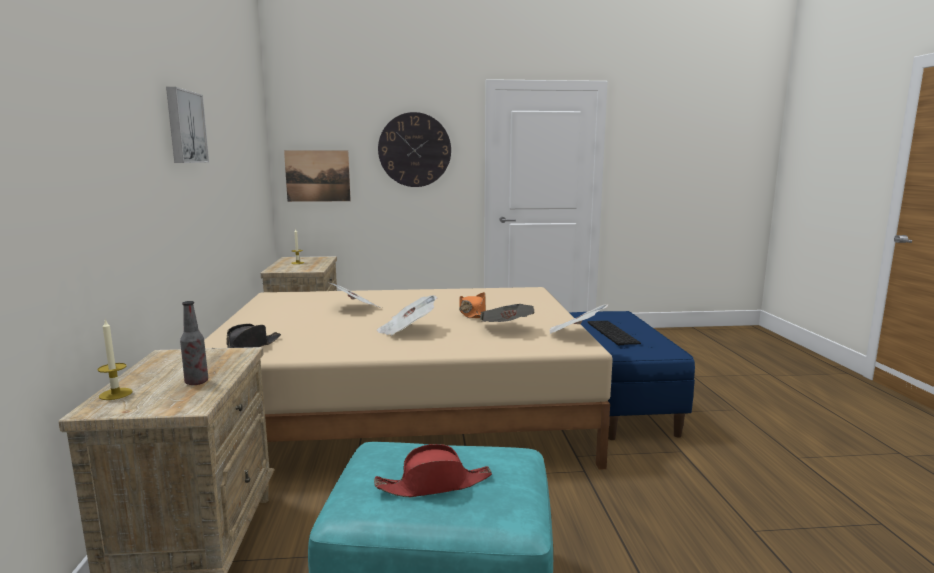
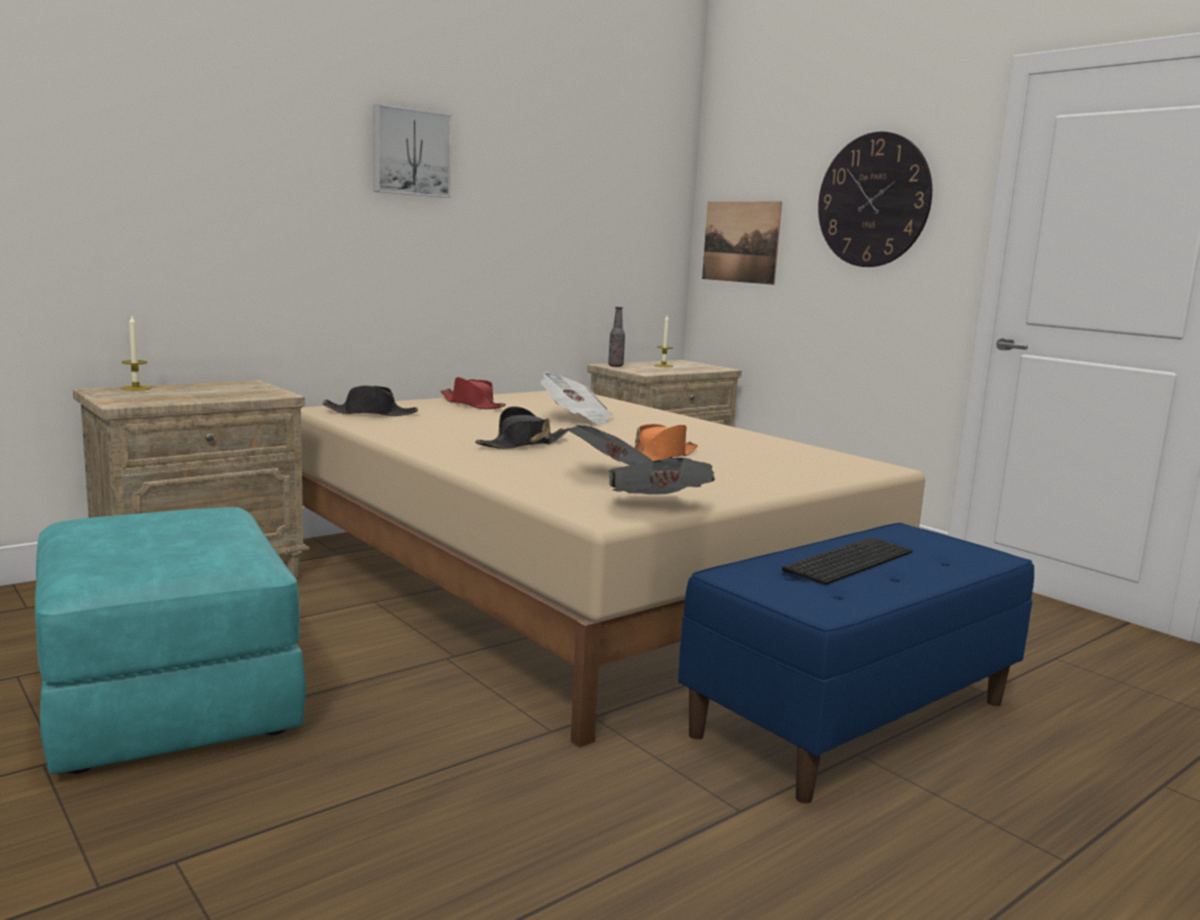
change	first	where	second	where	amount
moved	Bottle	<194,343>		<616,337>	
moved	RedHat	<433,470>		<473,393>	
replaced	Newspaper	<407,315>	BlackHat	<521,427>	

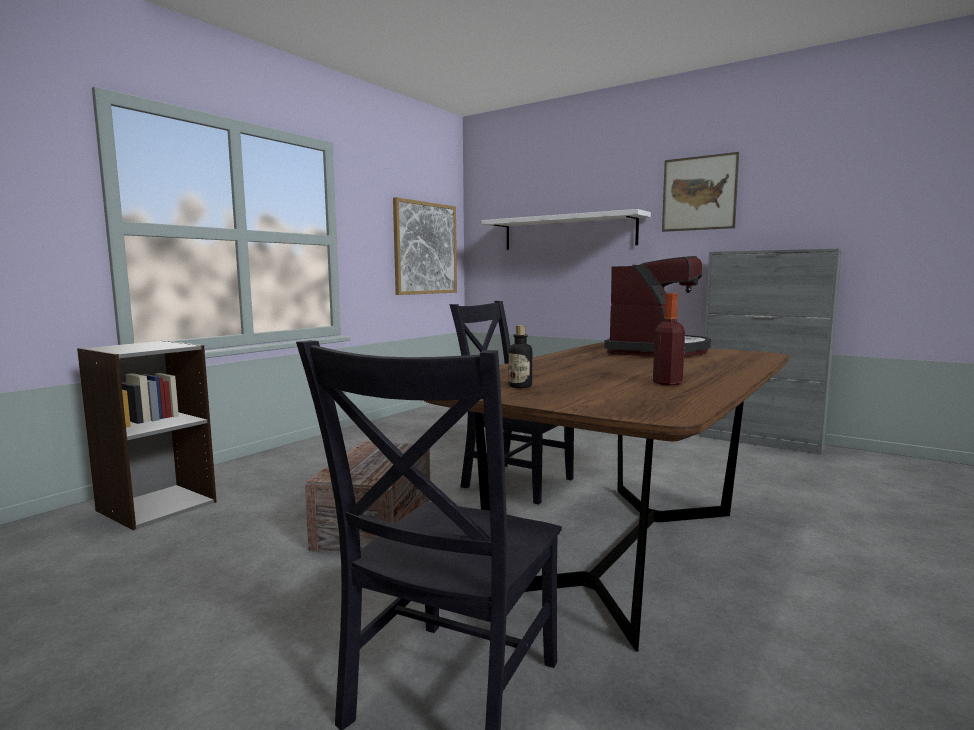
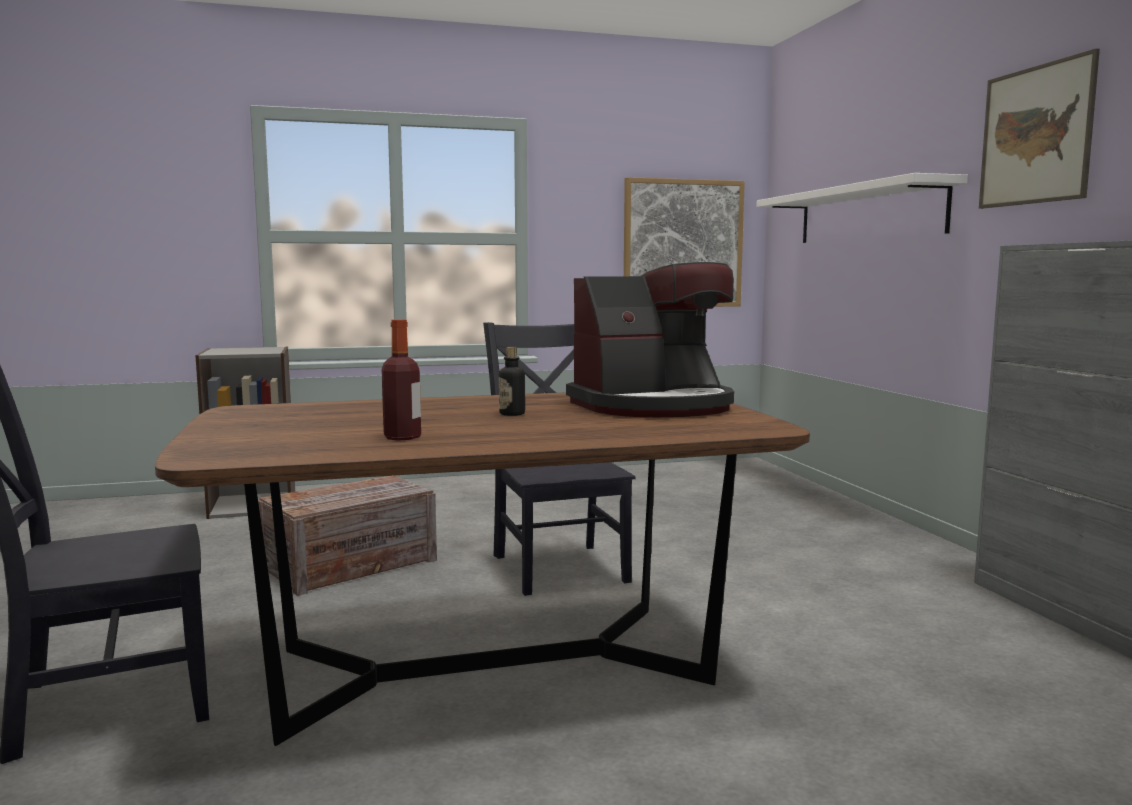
change	first	where	second	where	amount
moved	Bottle	<520,356>		<512,381>	

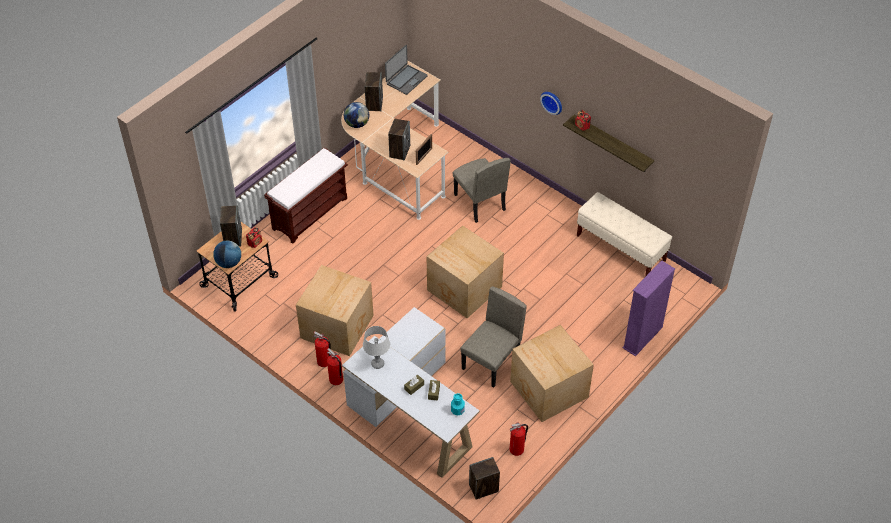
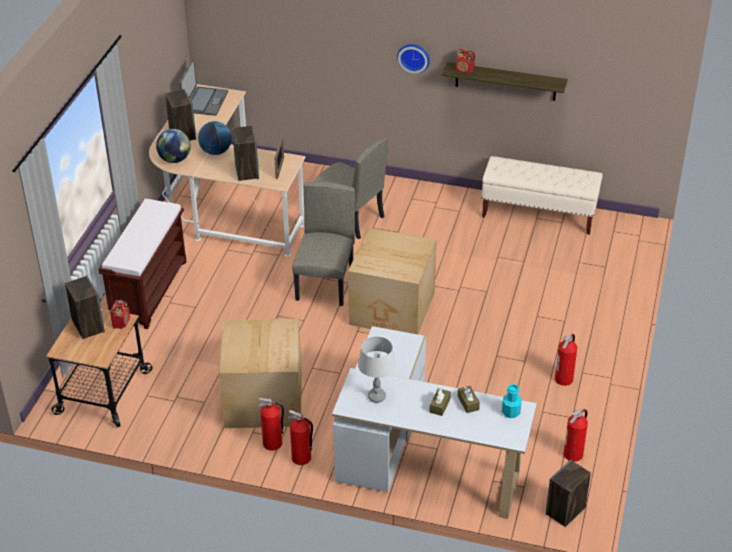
change	first	where	second	where	amount
removed	PurpleBookcase	<648,308>			
moved	Globe	<227,254>		<215,138>	
moved	BeigeChair	<493,337>		<323,244>	
replaced	CardboardBox	<552,373>	FireExtinguisher	<566,360>	

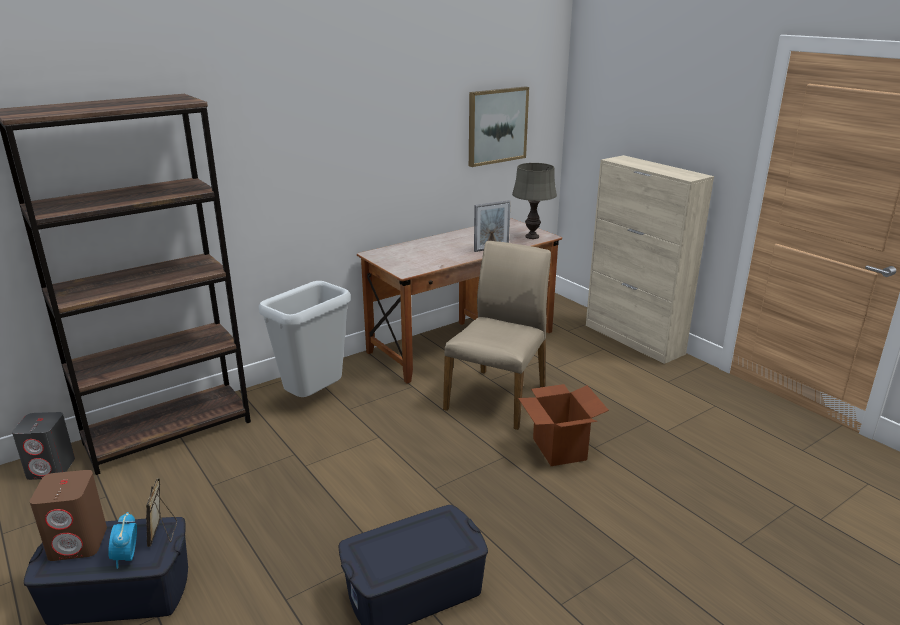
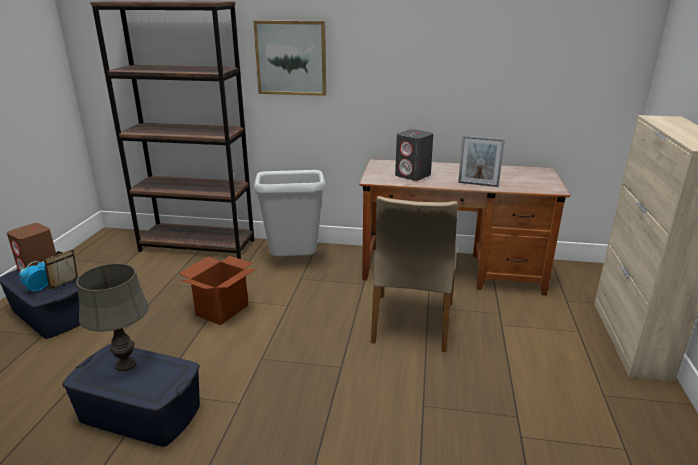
change	first	where	second	where	amount
moved	GreySpeaker	<43,446>		<414,155>	
moved	Picture	<499,126>		<290,58>	
moved	GreyTableLamp	<534,201>		<112,317>	
moved	CardboardBox	<563,425>		<217,290>	
turned	BeigeChair	<497,335>		<414,274>	120 degrees clockwise

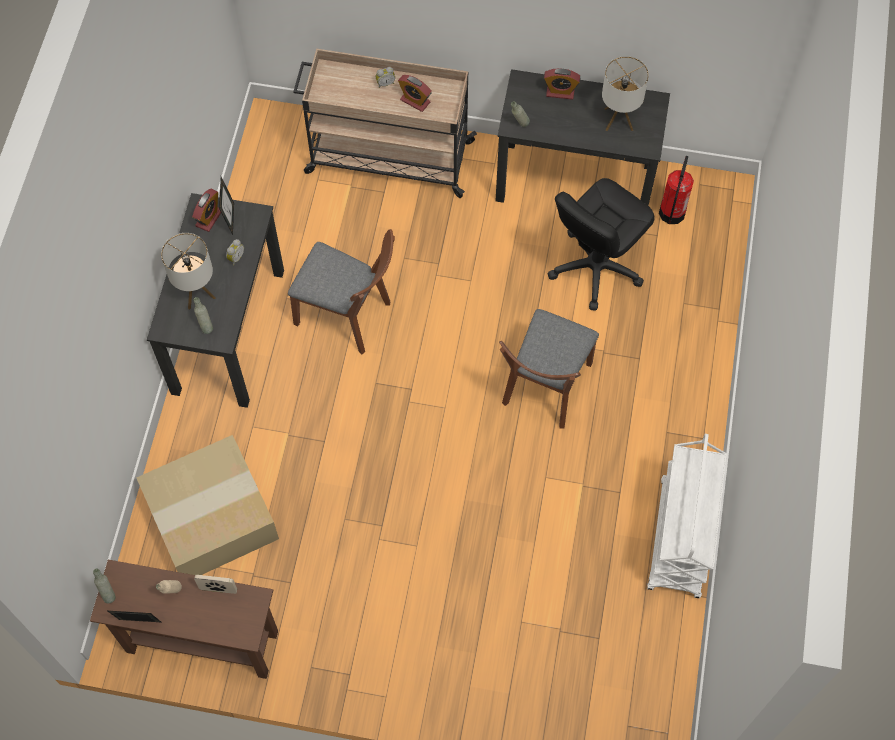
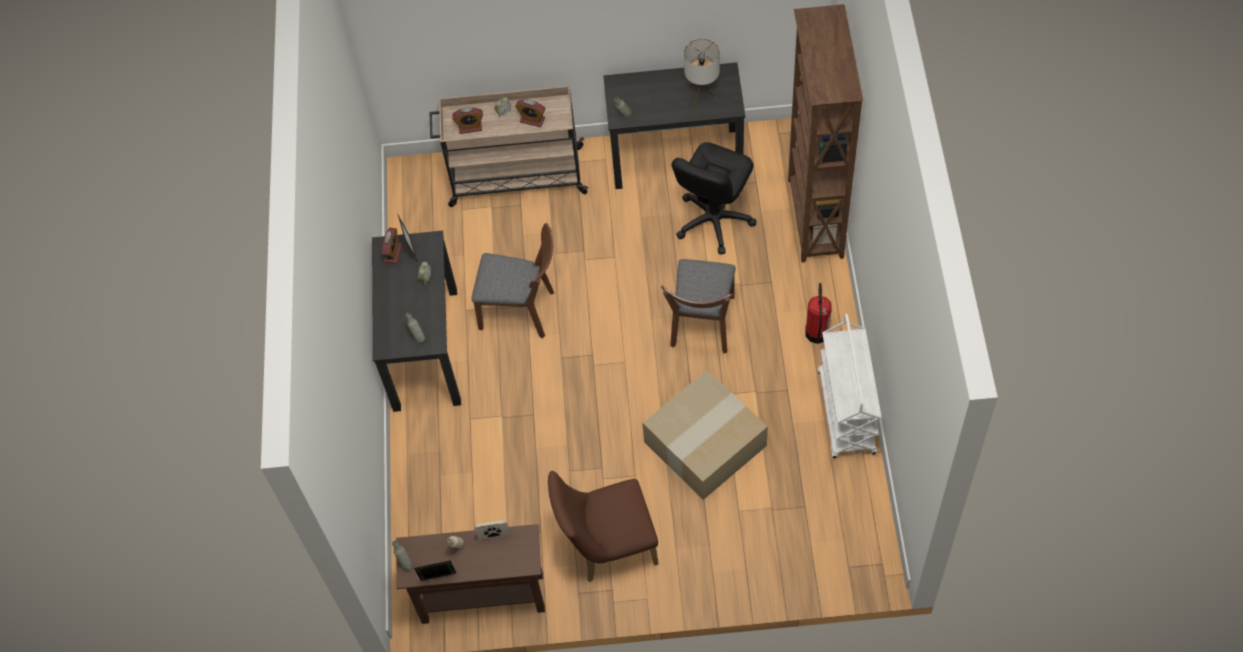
change	first	where	second	where	amount
removed	TableLamp	<188,271>			
added			BrownChair	<603,526>	
added			BrownBookcase	<825,133>	
moved	CardboardBox	<207,505>		<705,435>	
moved	AlarmClock	<562,84>		<467,120>	
moved	FireExtinguisher	<676,190>		<818,313>	

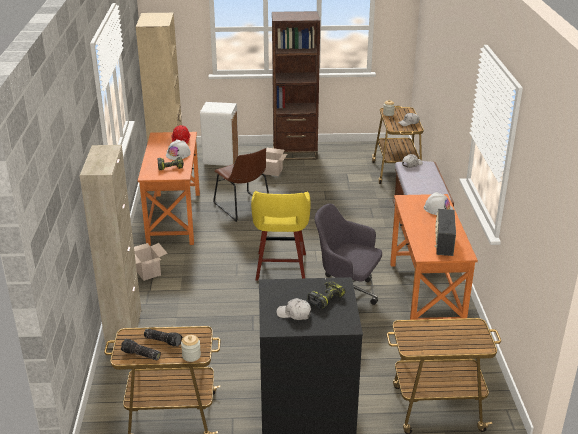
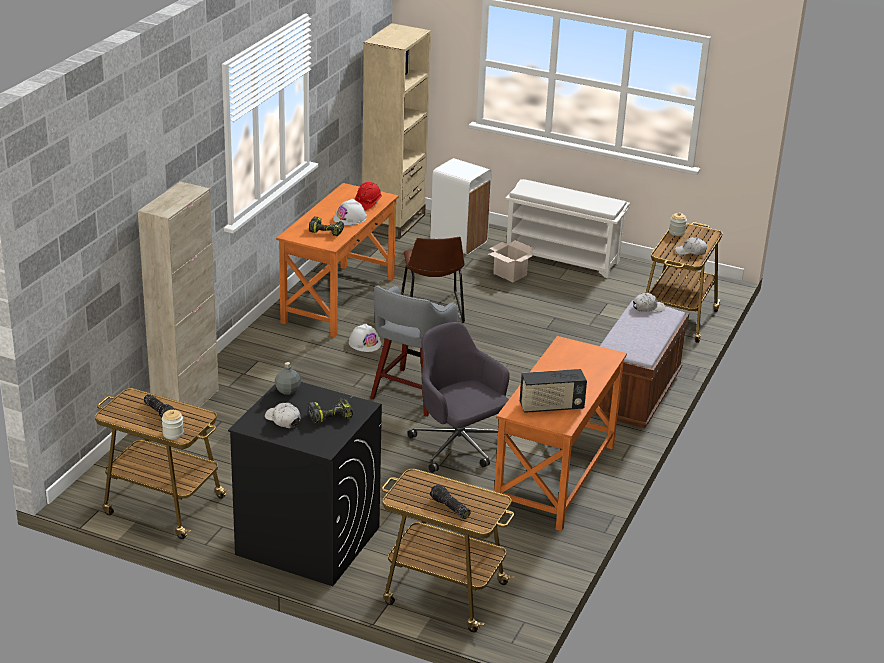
change	first	where	second	where	amount
removed	CardboardBox	<151,262>			
added			GreyBottle	<288,378>	
moved	Flashlight	<141,349>		<450,501>	
moved	WhiteHardHat	<438,203>		<365,338>	
replaced	BrownBookcase	<296,85>	WhiteShoeRack	<567,228>	
recoloured	YellowStool	<281,236>	GreyStool	<414,351>	
turned	Radio	<445,232>		<553,391>	135 degrees counterclockwise

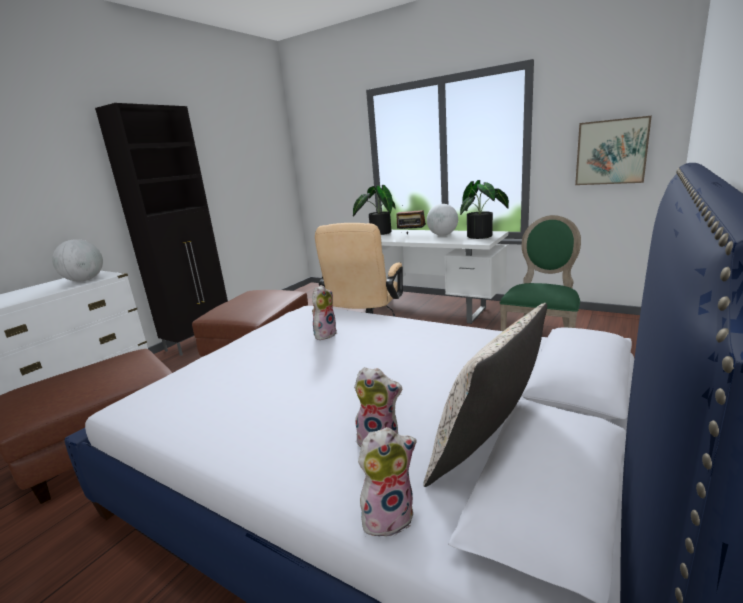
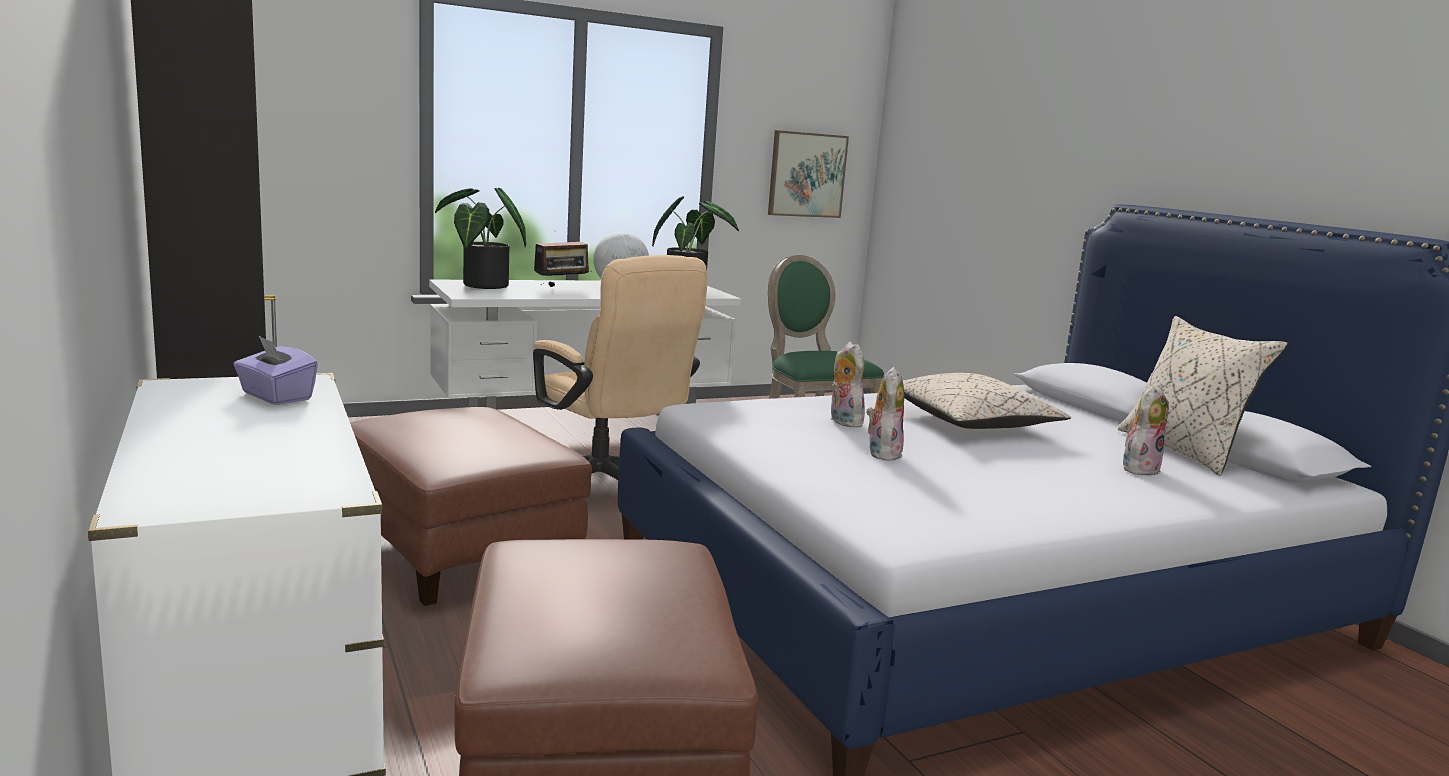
change	first	where	second	where	amount
added			BeigePillow	<987,401>	
moved	PlushToy	<387,481>		<885,414>	
replaced	Globe	<77,260>	PurpleTissueBox	<275,370>	

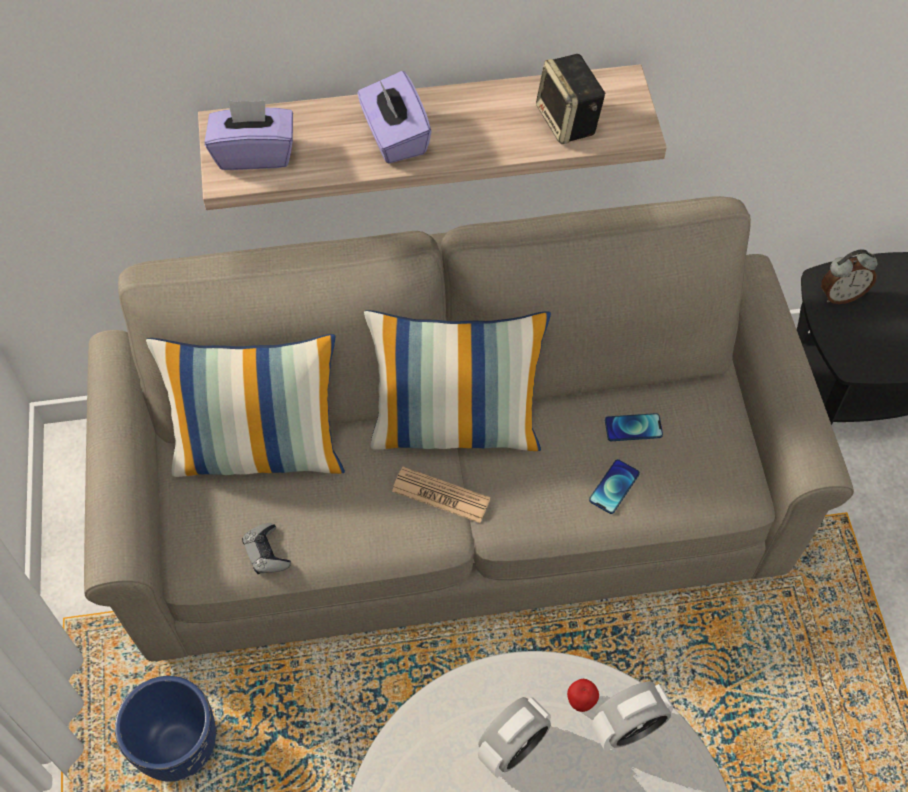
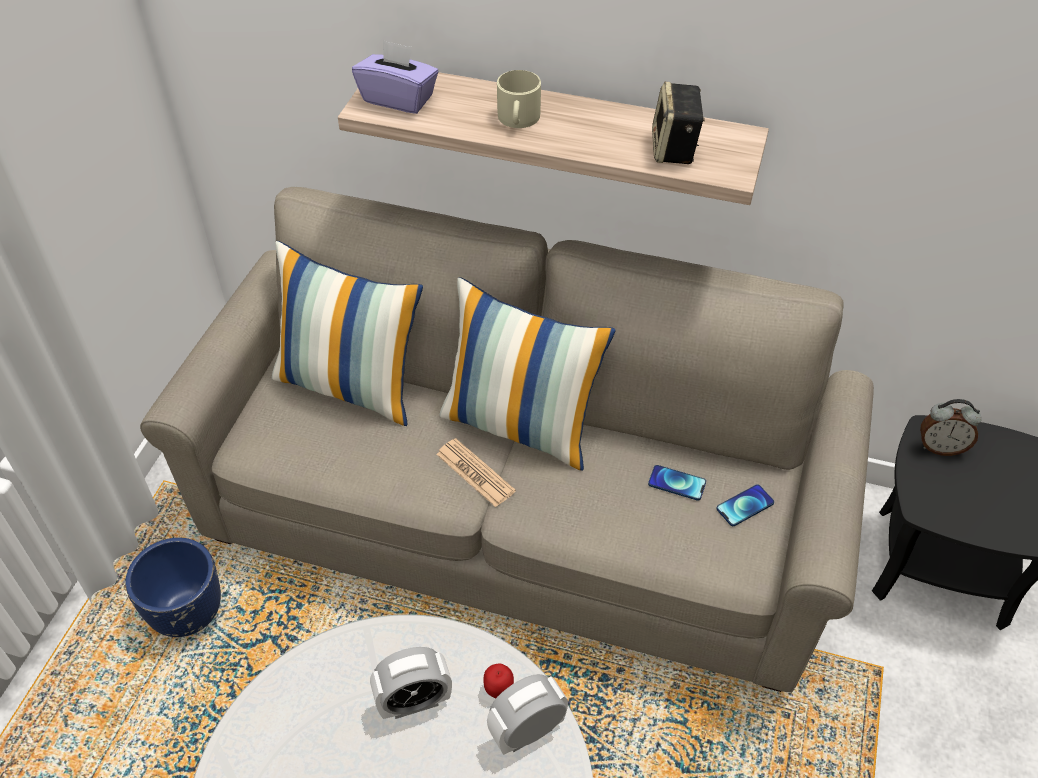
change	first	where	second	where	amount
removed	GreyGameController	<266,548>			
moved	Phone	<614,486>		<745,505>	
replaced	PurpleTissueBox	<394,117>	BeigeMug	<519,99>	
turned	AlarmClock	<632,716>		<527,714>	150 degrees clockwise

